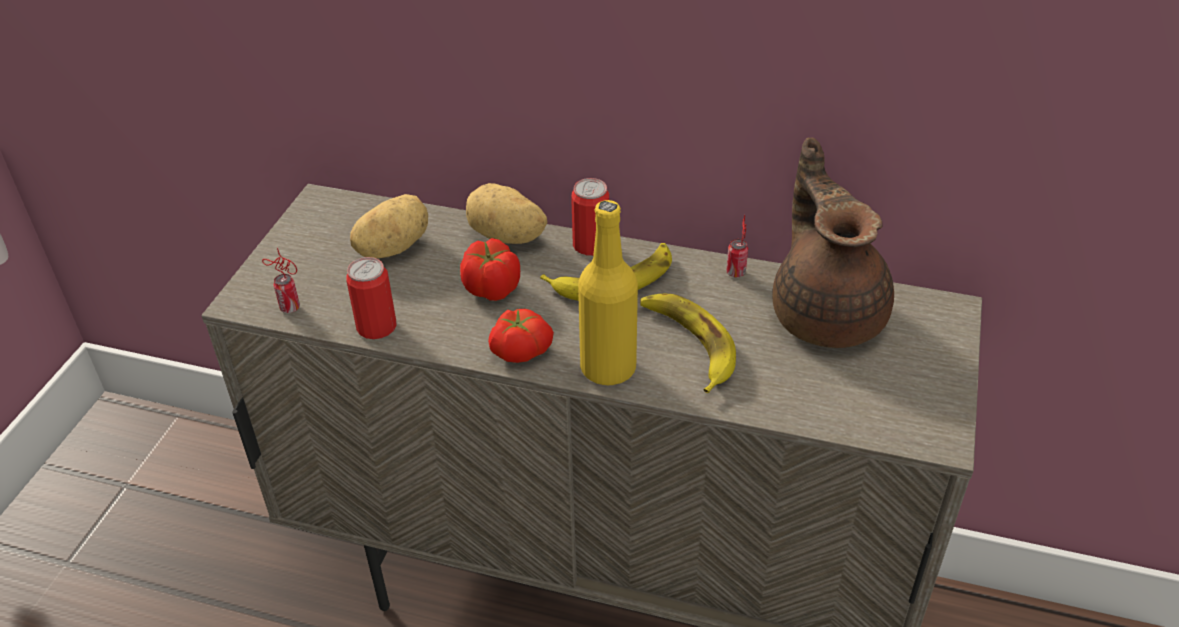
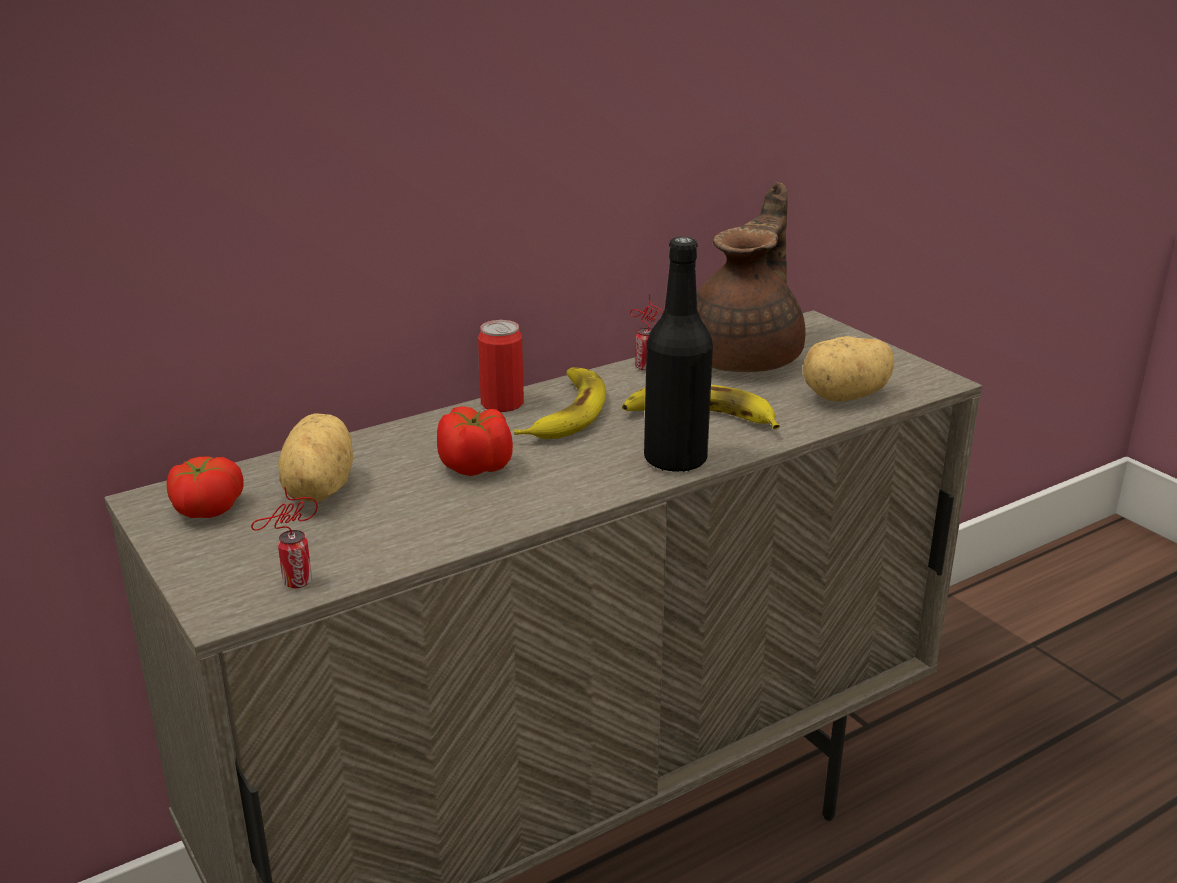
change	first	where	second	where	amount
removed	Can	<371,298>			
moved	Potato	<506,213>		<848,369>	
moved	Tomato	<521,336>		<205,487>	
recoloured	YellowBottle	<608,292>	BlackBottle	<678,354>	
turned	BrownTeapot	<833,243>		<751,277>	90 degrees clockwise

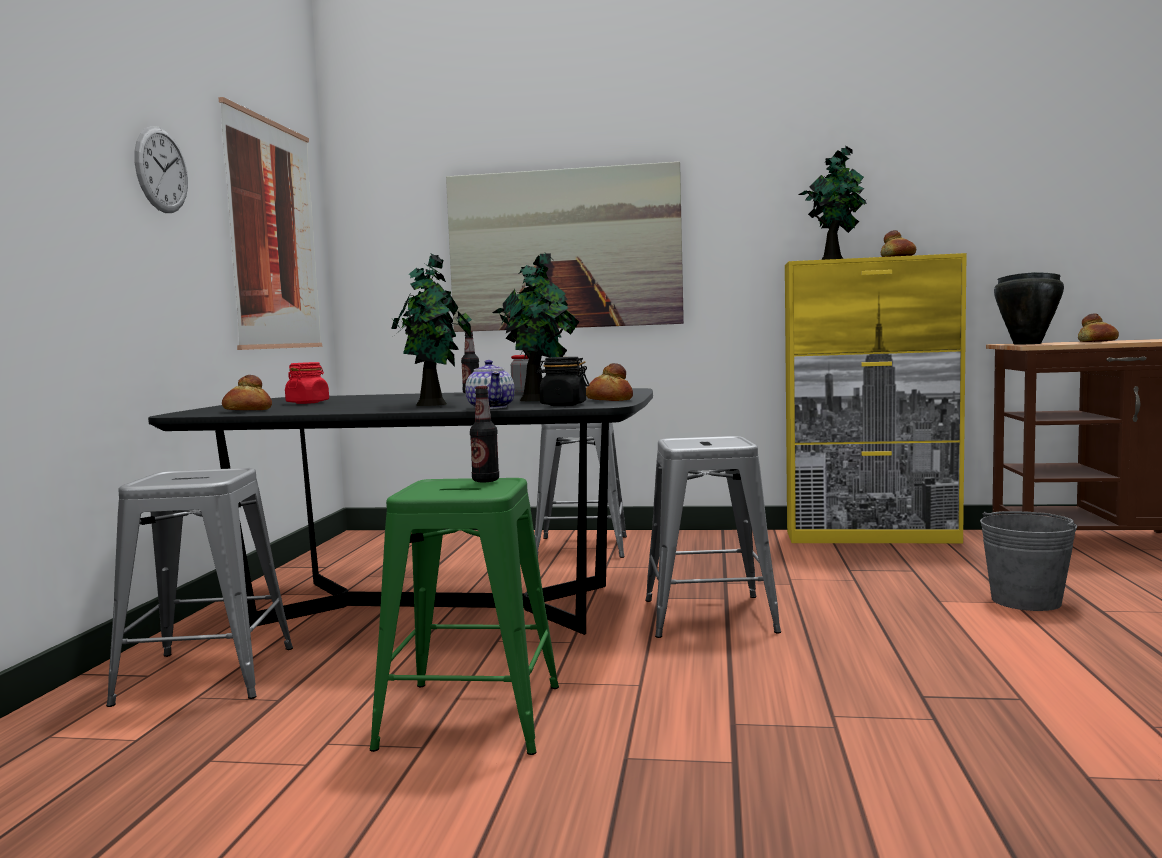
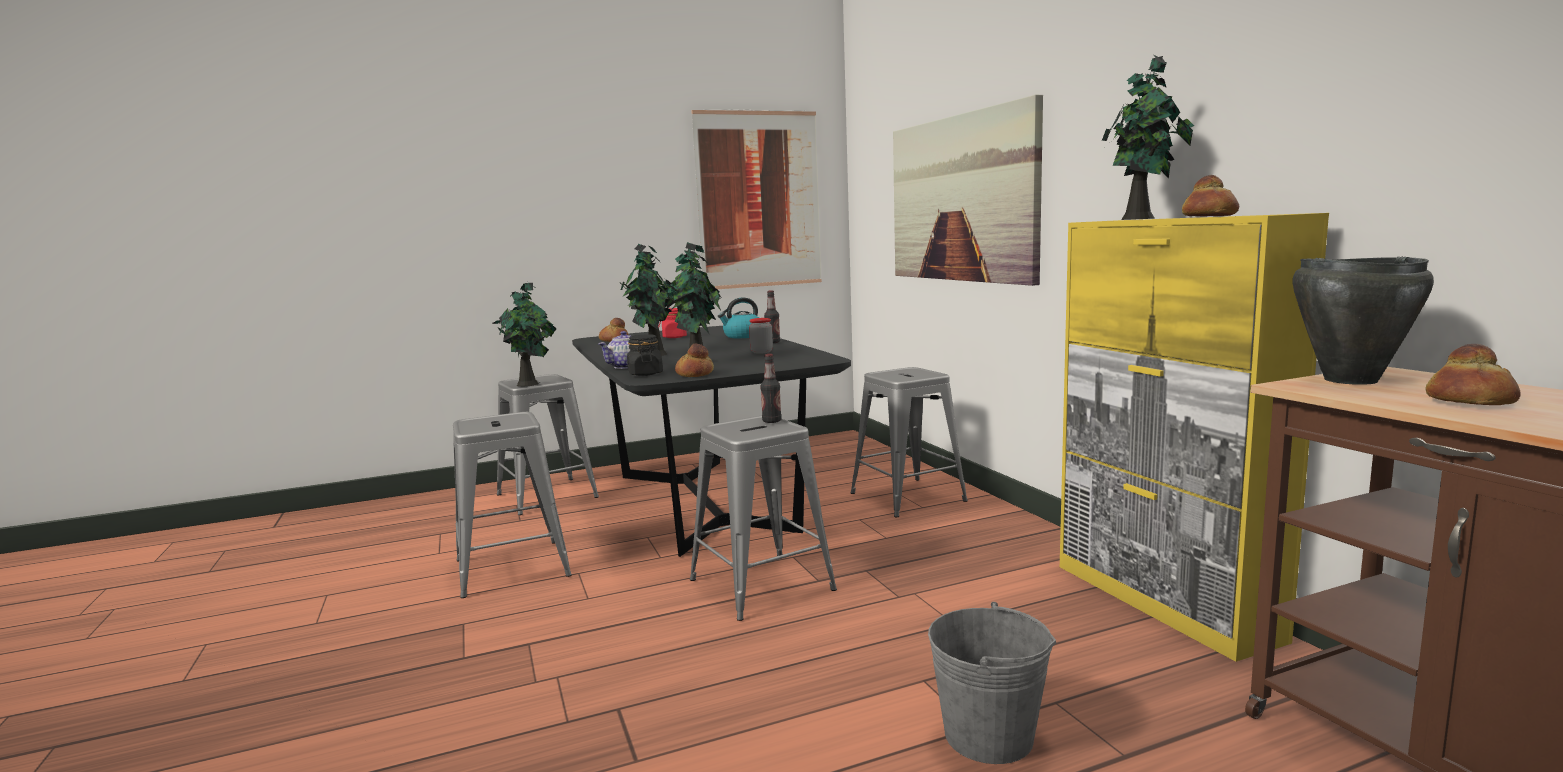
change	first	where	second	where	amount
removed	WallClock	<161,169>			
added			PottedPlant	<524,334>	
added			Kettle	<738,318>	
moved	Bottle	<484,434>		<771,388>	
recoloured	GreenStool	<464,616>	GreyStool	<512,505>	

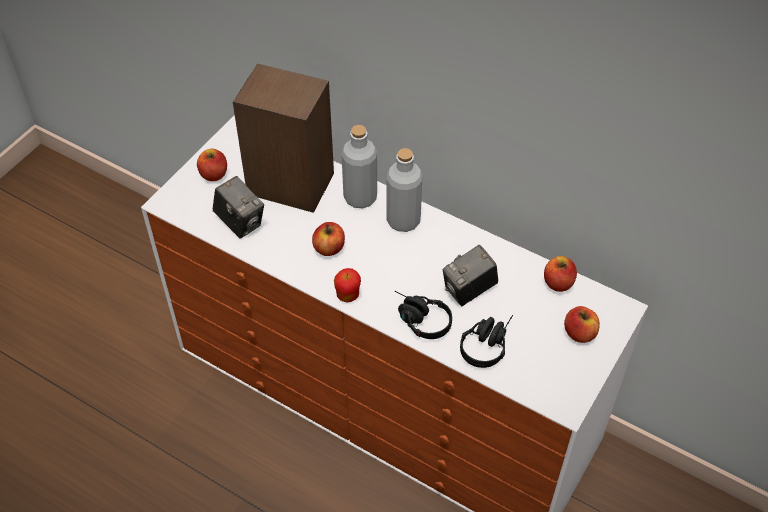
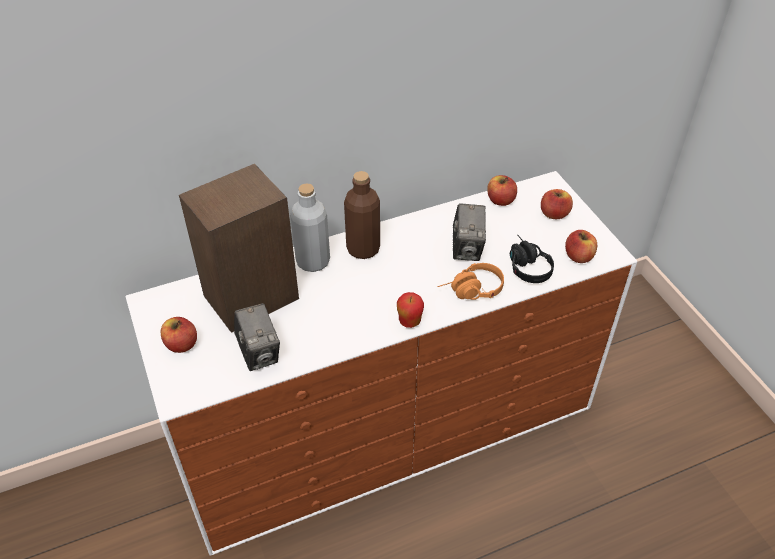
change	first	where	second	where	amount
moved	Apple	<328,239>		<581,246>	
recoloured	GreyBottle	<405,190>	BrownBottle	<362,215>	
recoloured	BlackHeadphones	<423,315>	OrangeHeadphones	<471,281>	
turned	PhotoCamera	<238,207>		<257,337>	75 degrees clockwise

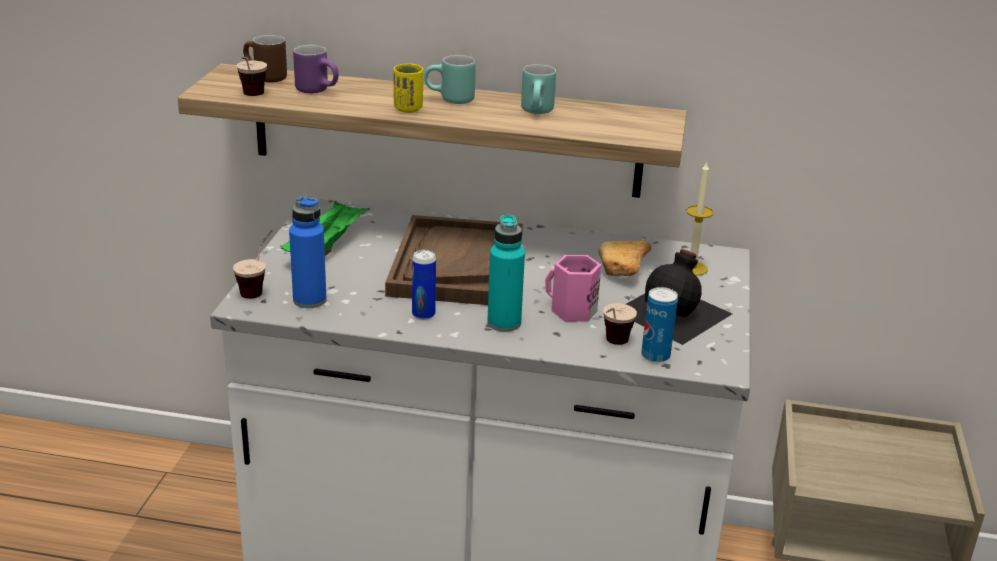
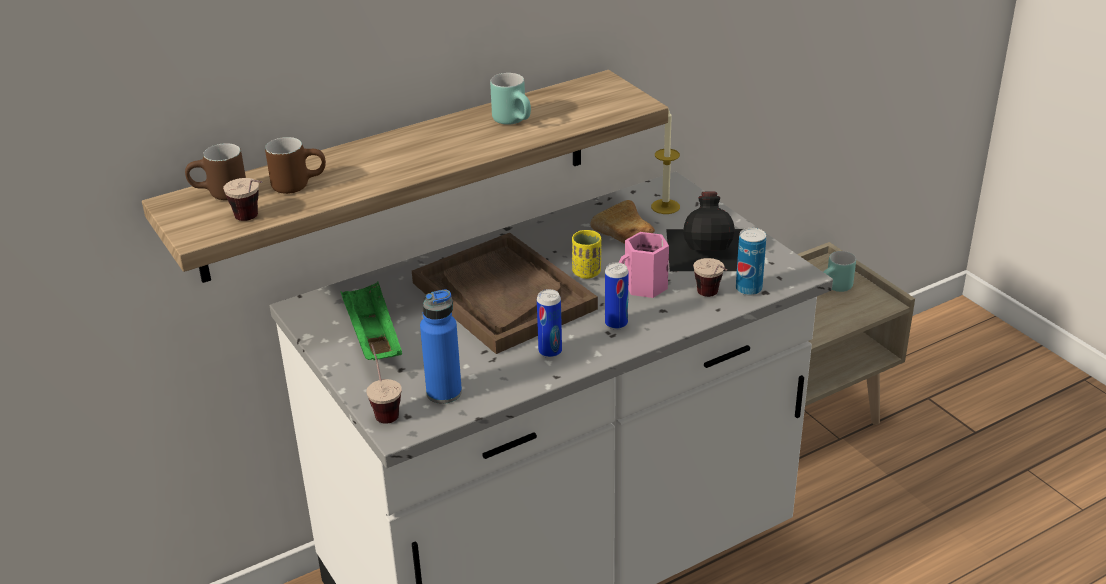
change	first	where	second	where	amount
moved	YellowCup	<408,88>		<586,254>	
moved	TurquoiseMug	<450,79>		<840,271>	
replaced	TurquoiseBottle	<506,273>	Can	<616,296>	
recoloured	PurpleMug	<316,69>	BrownMug	<295,165>	

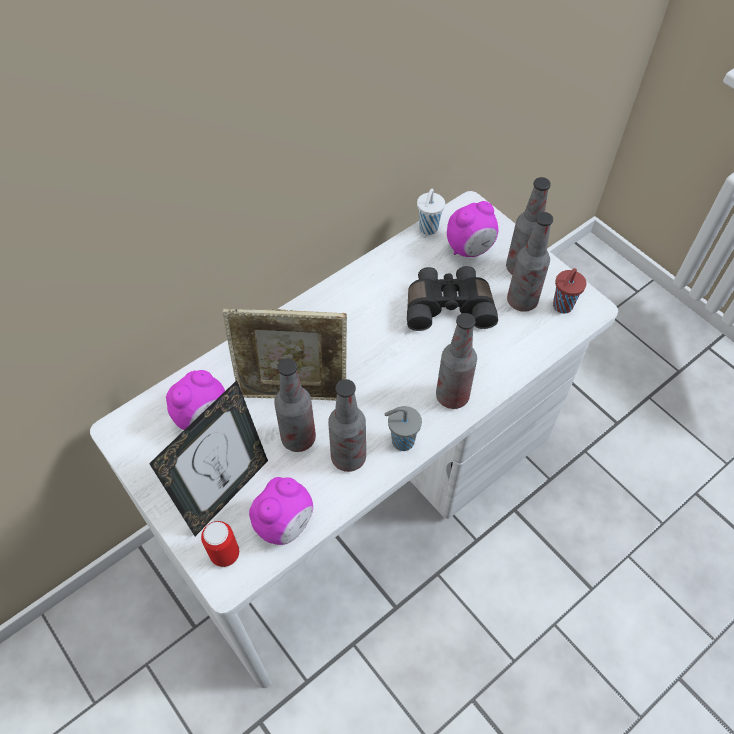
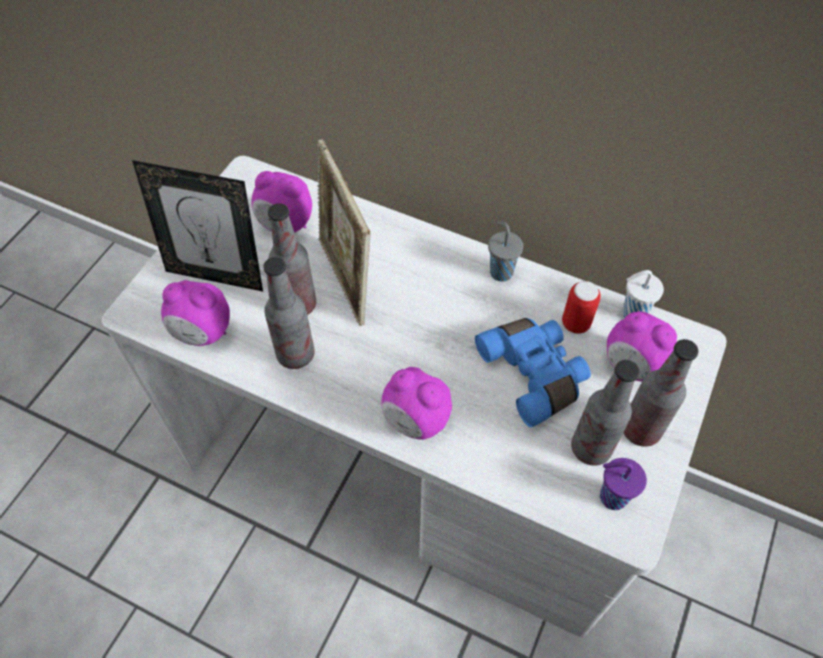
change	first	where	second	where	amount
moved	Can	<220,544>		<581,307>	
moved	GreyCup	<403,428>		<505,251>	
replaced	Bottle	<456,361>	AlarmClock	<416,403>	
recoloured	BlackBinoculars	<452,298>	BlueBinoculars	<533,372>	
recoloured	RedCup	<569,291>	PurpleCup	<623,484>	

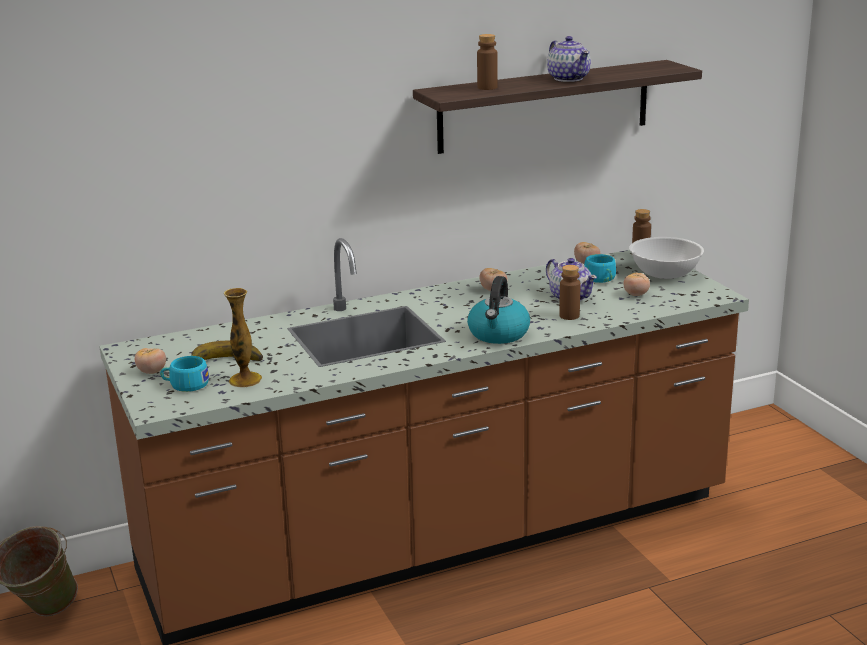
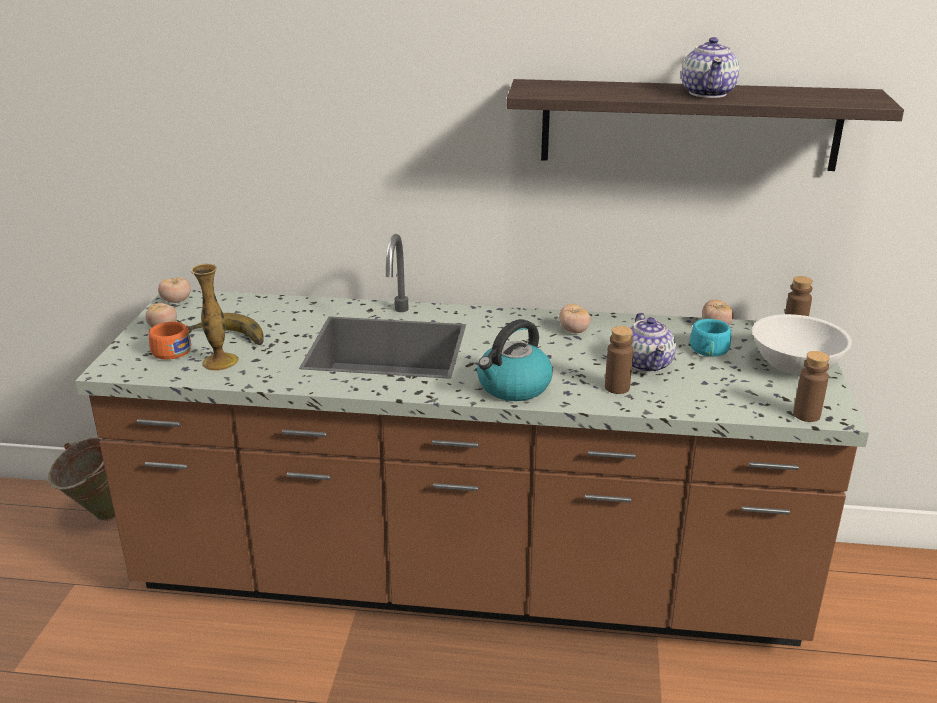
change	first	where	second	where	amount
moved	BrownBottle	<487,62>		<811,386>	
moved	Tomato	<636,284>		<174,290>	
recoloured	TurquoiseCup	<184,374>	OrangeCup	<170,341>	

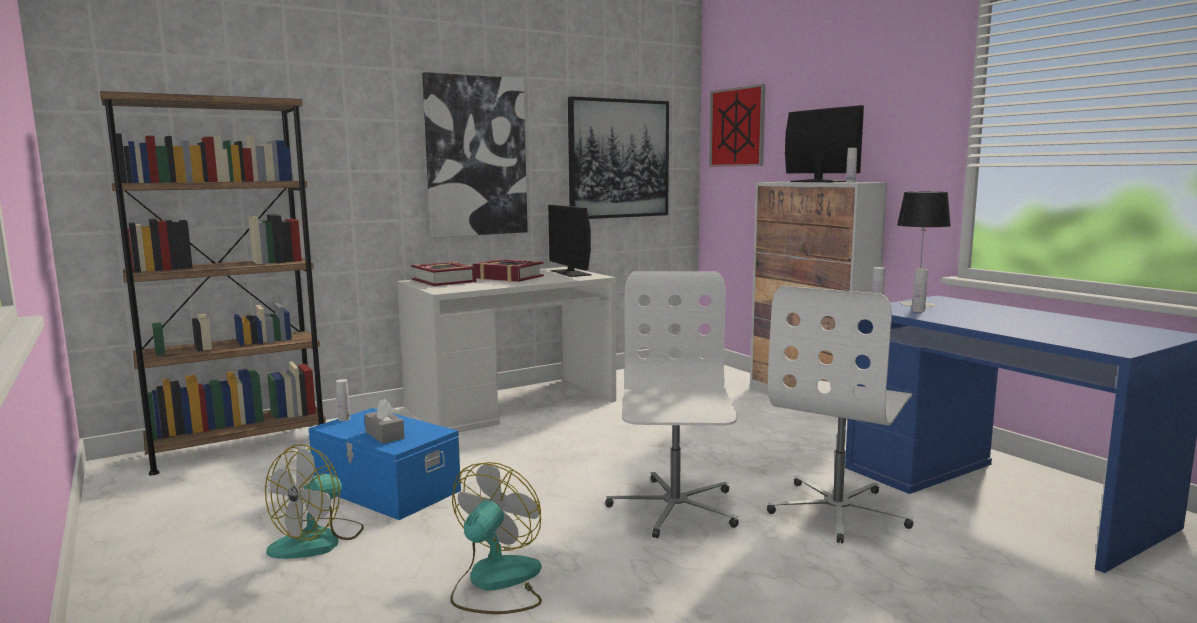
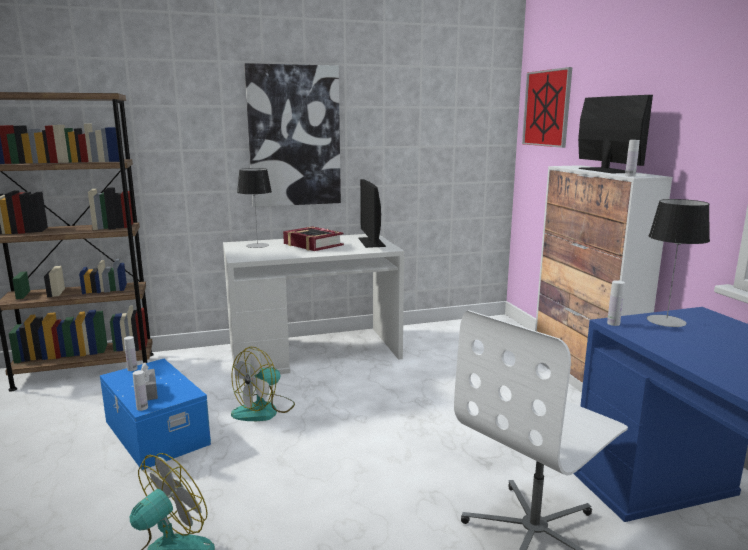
change	first	where	second	where	amount
removed	Picture	<618,157>			
removed	WhiteOfficeChair	<672,404>			
moved	Fan	<314,501>		<263,384>	
moved	WhiteBottle	<920,290>		<140,390>	
replaced	Book	<443,274>	TableLamp	<254,208>	

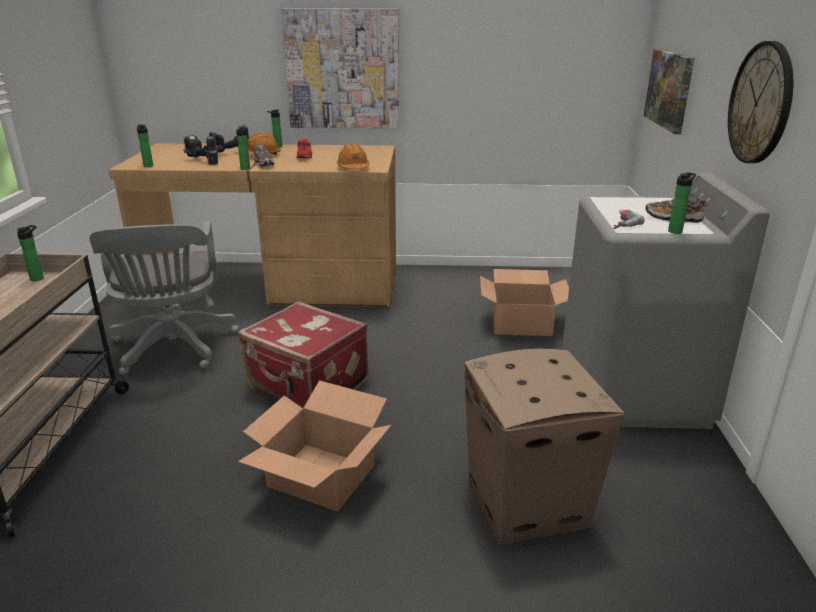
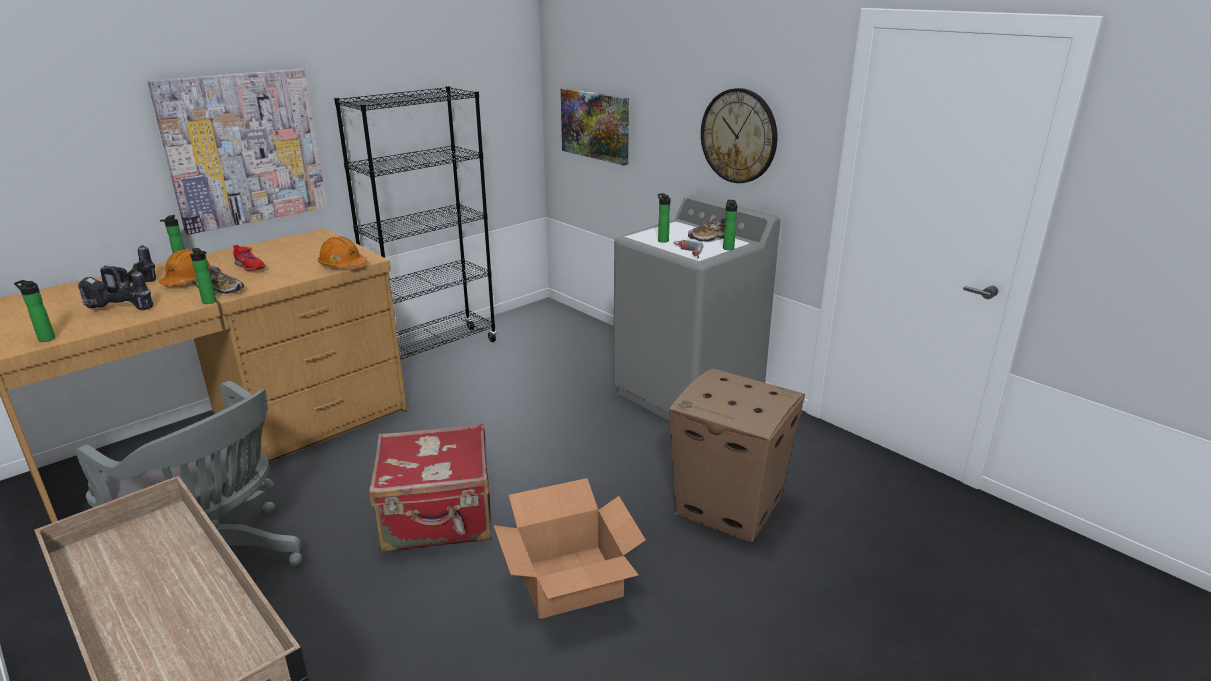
change	first	where	second	where	amount
removed	CardboardBox	<524,302>			
added			BlackBookcase	<415,223>	
moved	Bottle	<30,253>		<664,218>	

